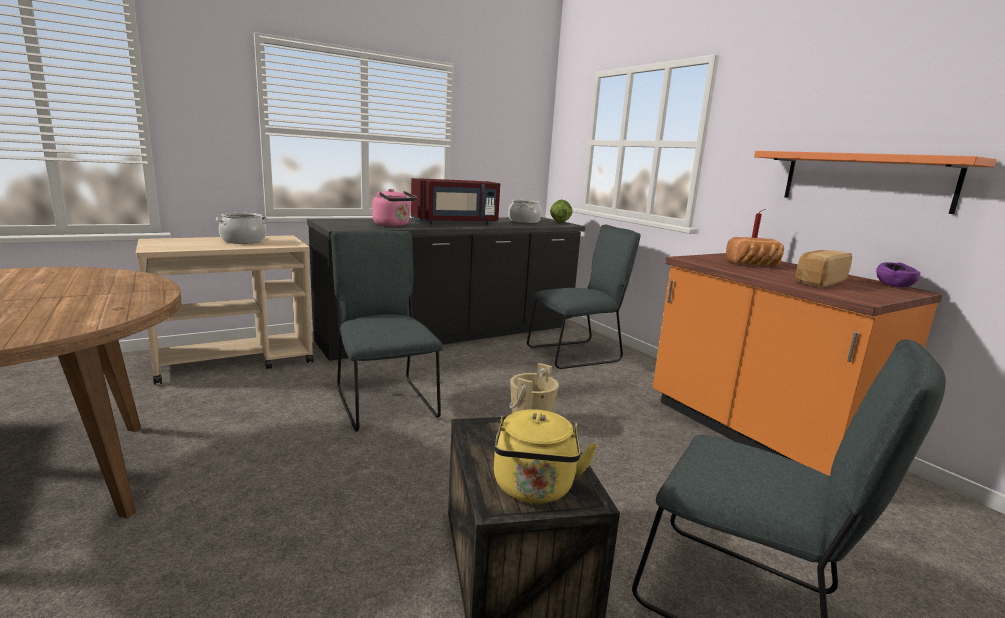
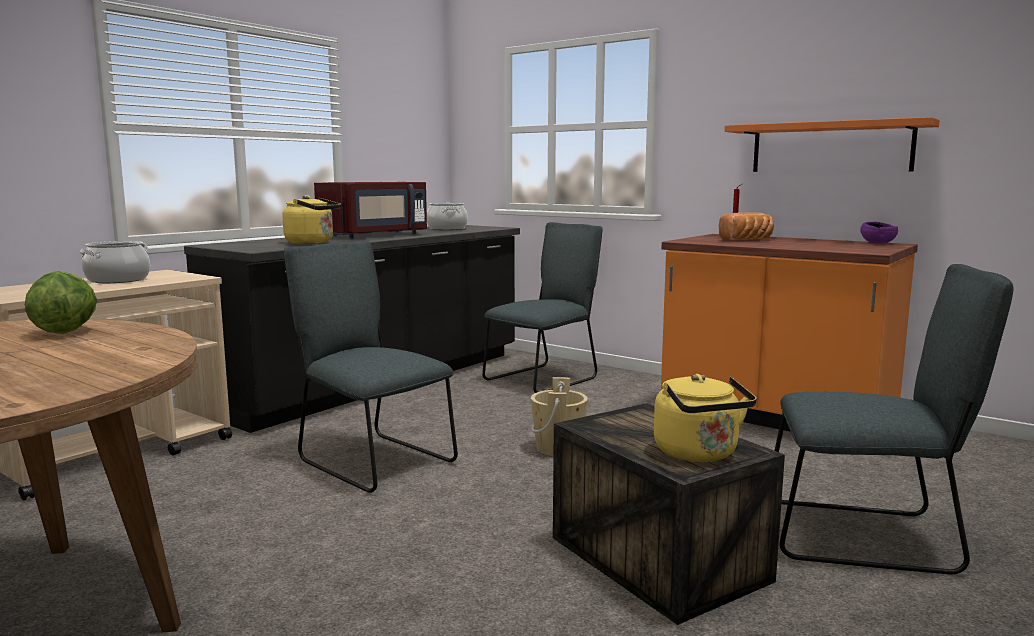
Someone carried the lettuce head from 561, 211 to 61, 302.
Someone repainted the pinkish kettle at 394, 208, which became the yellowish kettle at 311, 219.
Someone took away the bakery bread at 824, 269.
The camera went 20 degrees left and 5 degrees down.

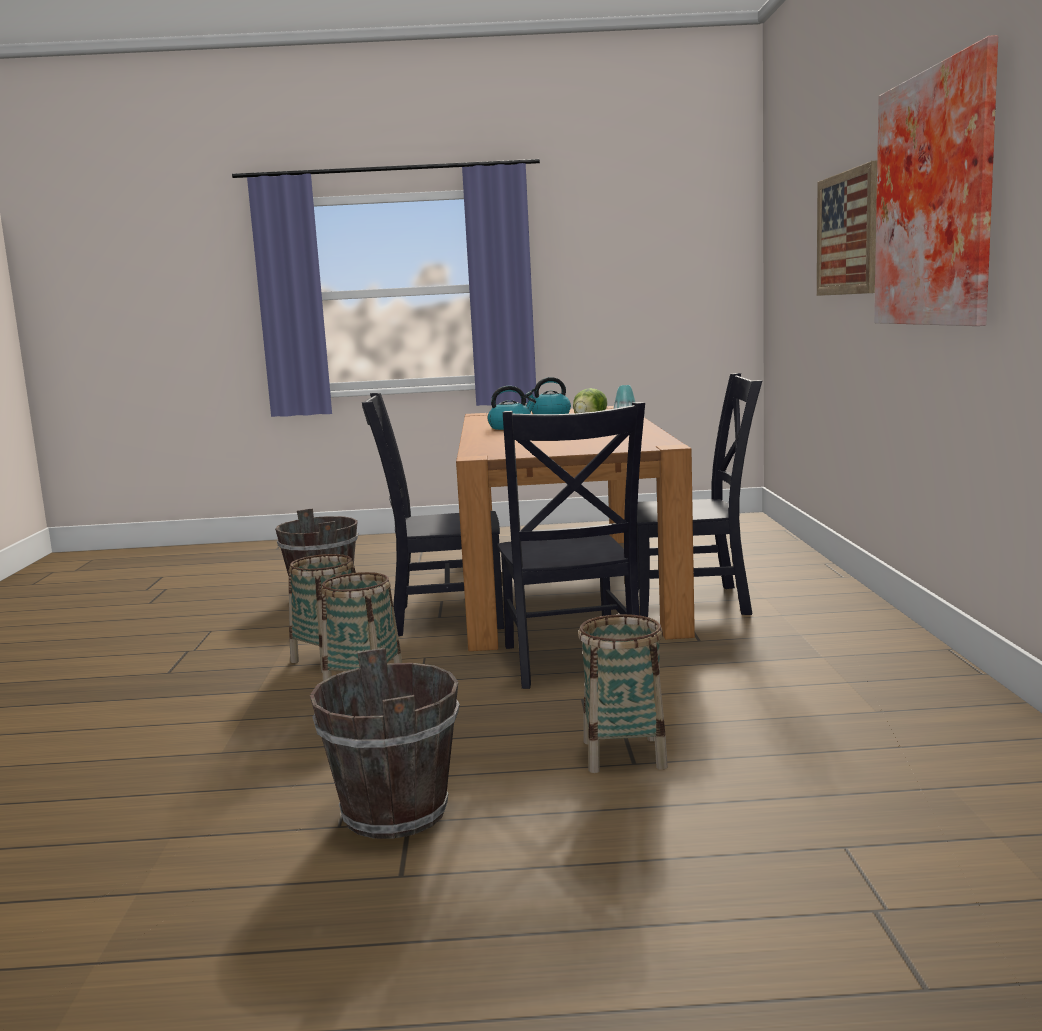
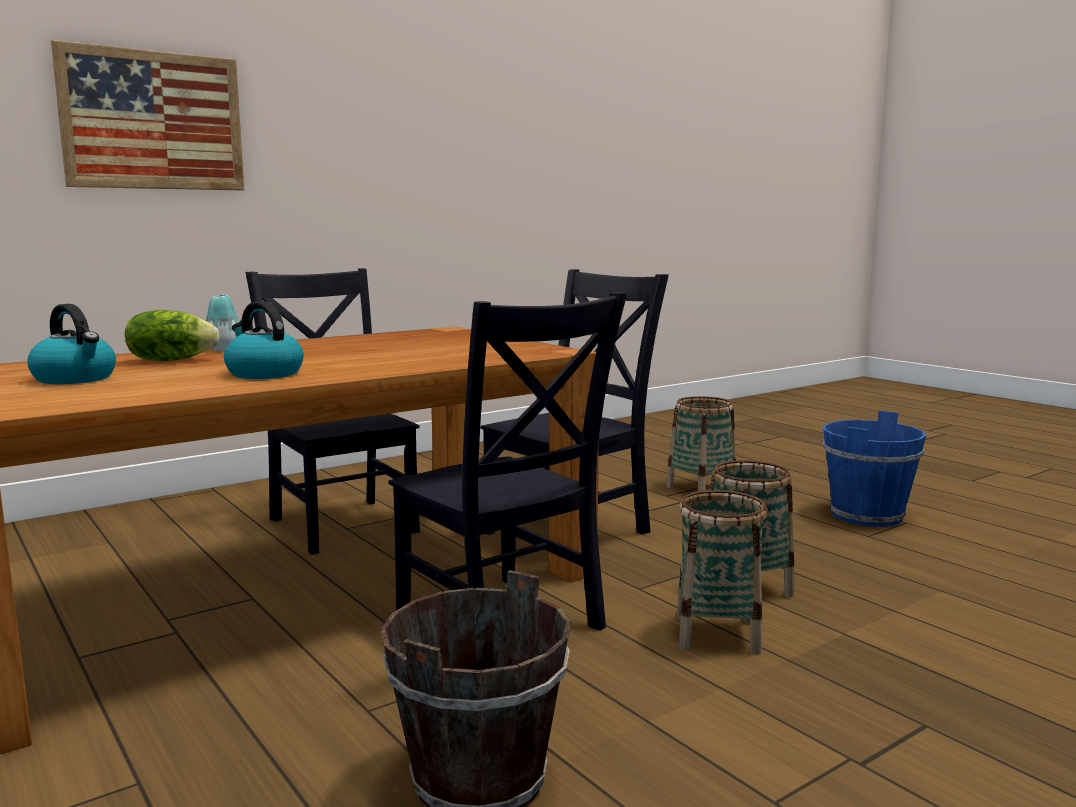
Someone repainted the brown water bucket at 385, 743, which became the bluish water bucket at 874, 468.
Someone took away the wall picture at 936, 180.
The camera went 125 degrees left and 0 degrees up.

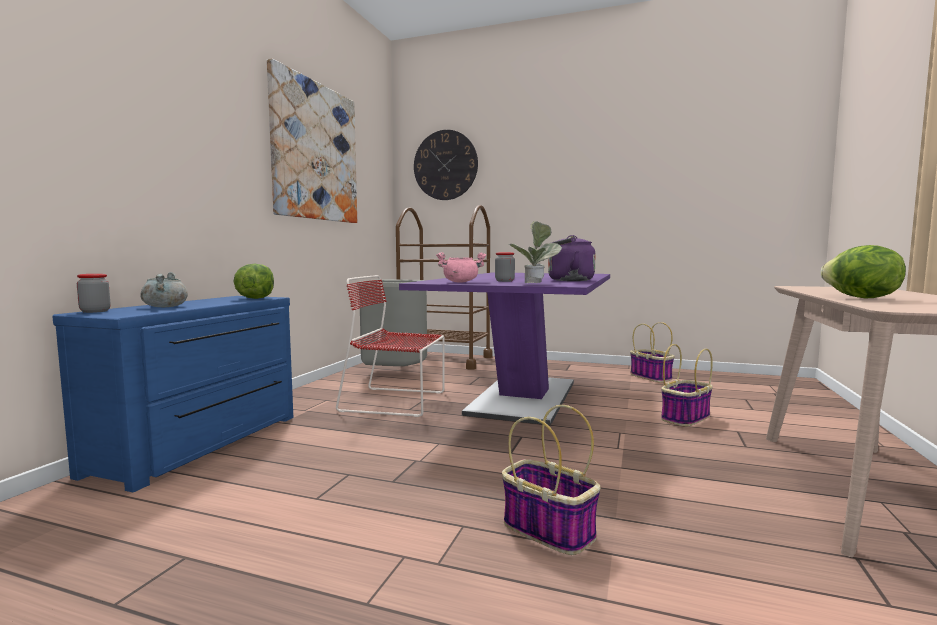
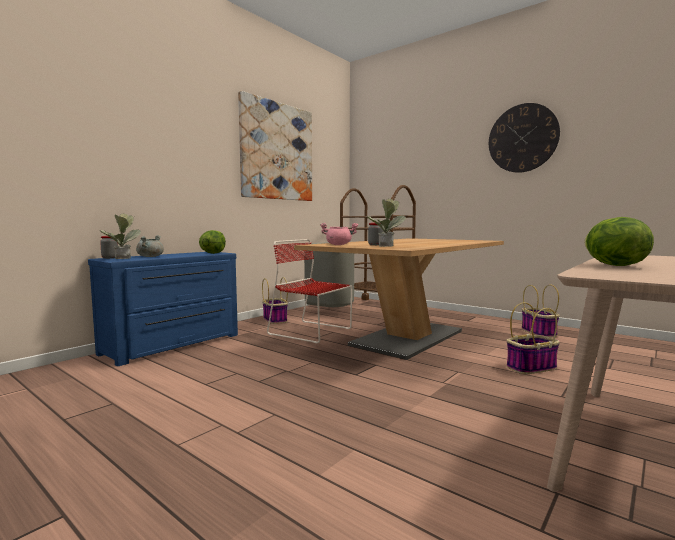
Someone put down the potted plant at 120, 236.
Someone carried the household basket from 551, 480 to 275, 300.
Someone repainted the purple-coloured dinner table at 504, 349, which became the brown dinner table at 399, 299.
Someone carried the hanging clock from 446, 165 to 524, 138.
Someone took away the purple-coloured kettle at 572, 258.
The camera went 20 degrees right and 0 degrees up.

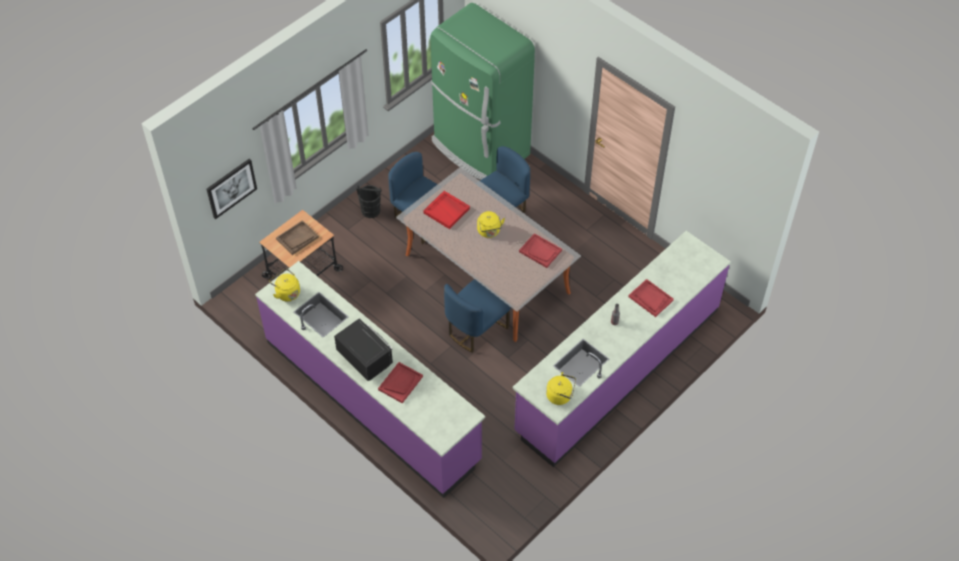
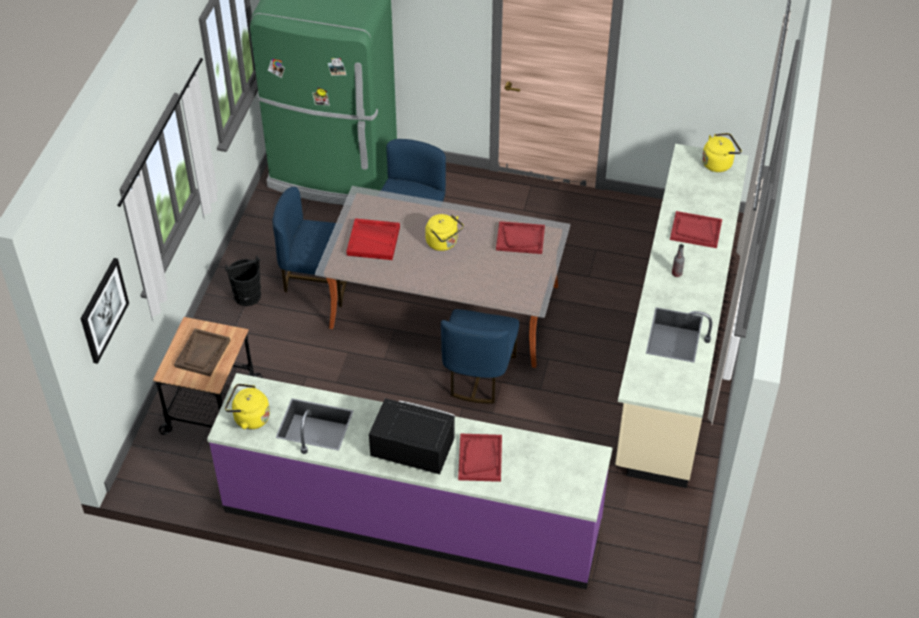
Someone repainted the purple-coloured kitchen counter at 621, 349, which became the beige kitchen counter at 681, 316.
Someone carried the yellowish kettle from 561, 388 to 722, 152.
The camera went 30 degrees left and 5 degrees down.

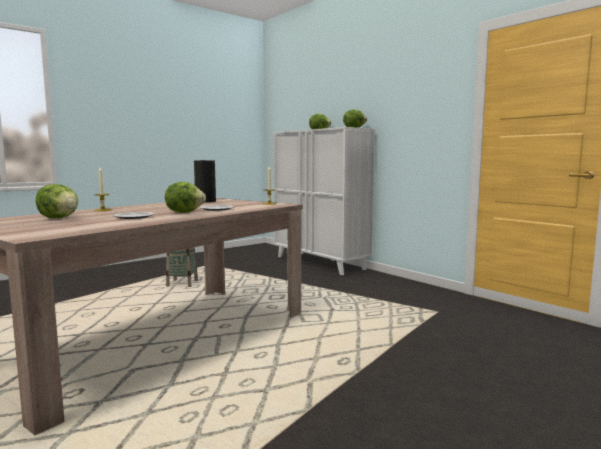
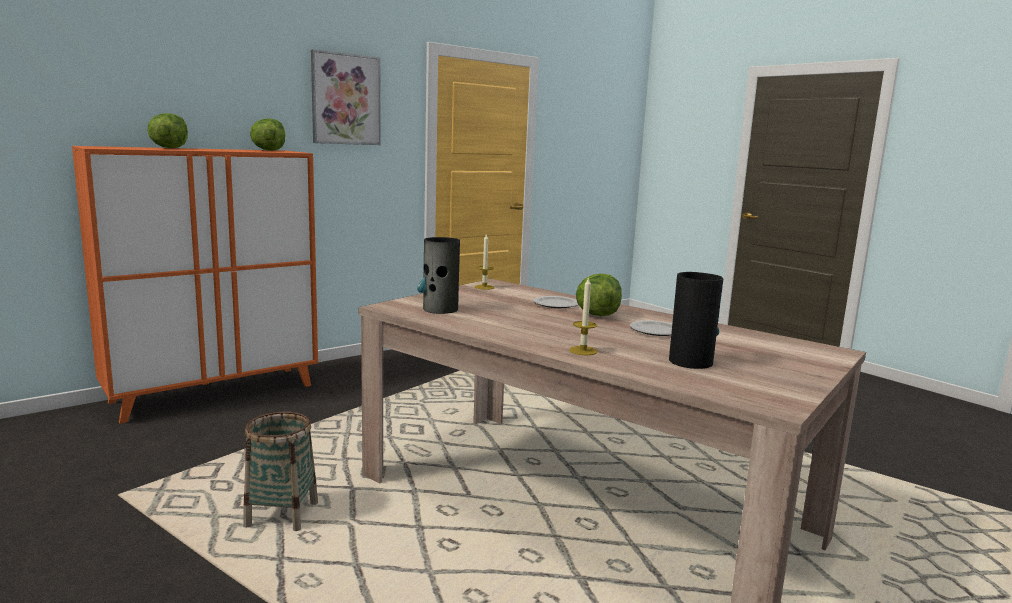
Someone repainted the whitish cupboard at 324, 201, which became the orangey cupboard at 195, 285.
Someone put up the wall picture at 346, 97.
Someone swapped the lettuce head at 57, 201 for the flower vase at 696, 320.
The camera went 90 degrees left and 5 degrees up.

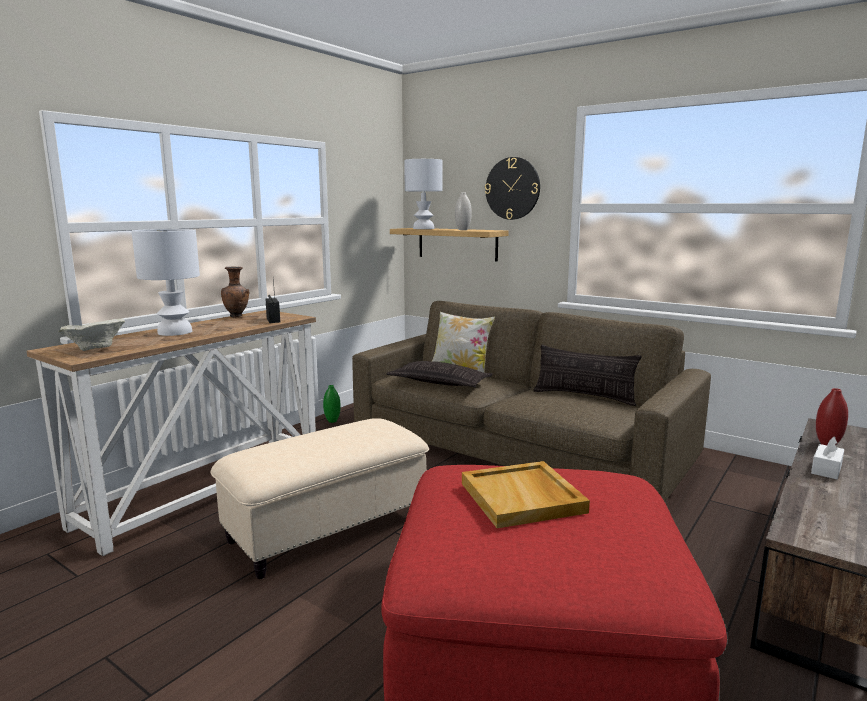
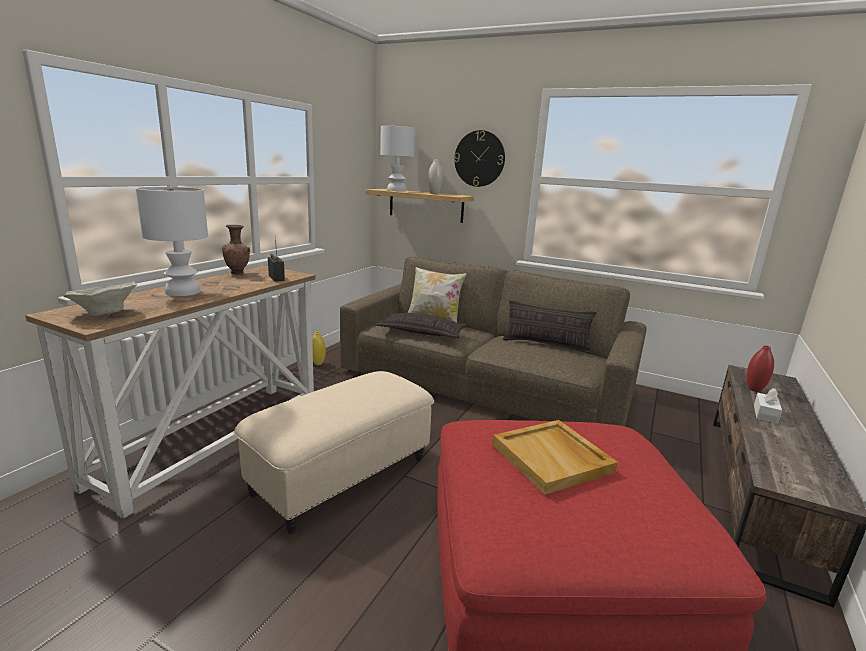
Someone repainted the greenish flower vase at 332, 404, which became the yellowish flower vase at 319, 348.
The camera went 10 degrees left and 5 degrees up.

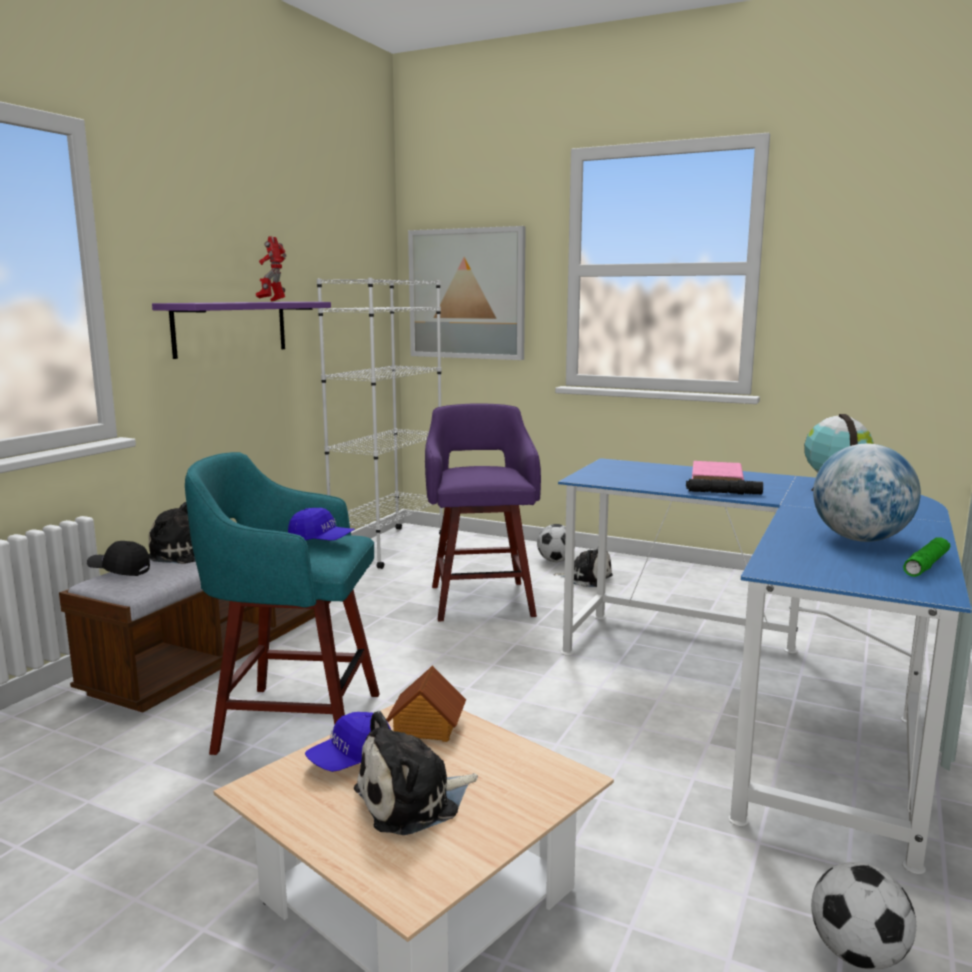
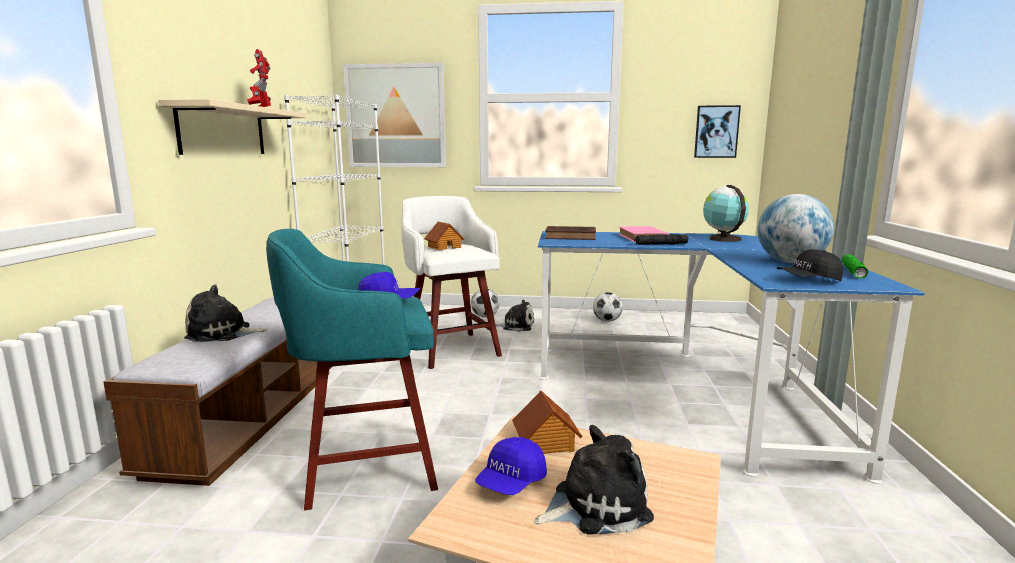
Someone repainted the purple-coloured wall shelf at 241, 330, which became the beige wall shelf at 232, 127.
Someone repainted the purple-coloured stool at 483, 512, which became the whitish stool at 451, 282.
Someone put down the miniature house at 444, 236.
Someone rotated the cuddly toy at 416, 773 by 150 degrees counterclockwise.
Someone put down the brown book at 570, 233.
Someone carried the ball for football from 863, 916 to 608, 307.
Someone put up the wall picture at 717, 131.
Someone carried the black peaked cap from 118, 558 to 810, 265.
The camera went 20 degrees left and 0 degrees up.

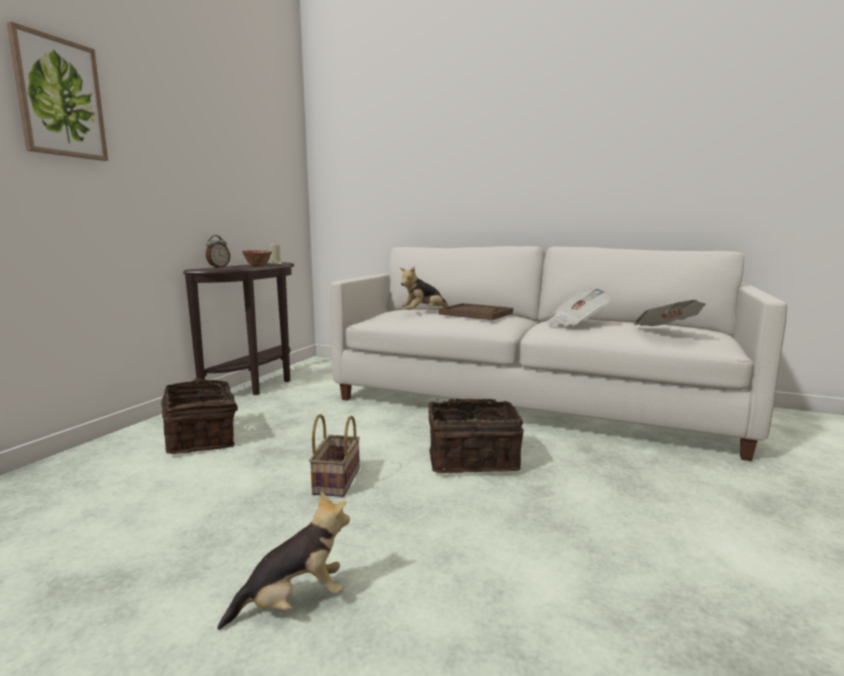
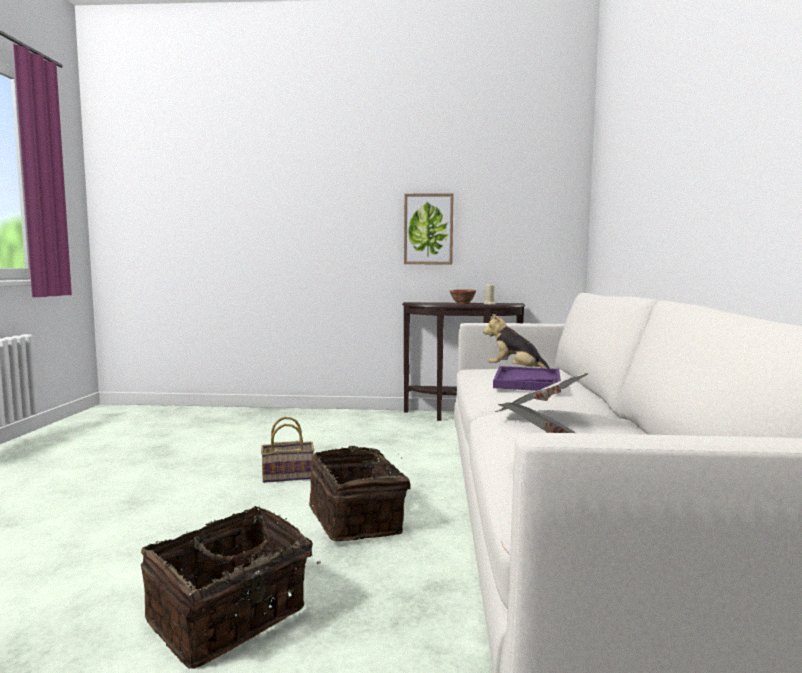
Someone carried the household basket from 203, 416 to 231, 587.
Someone carried the wall picture from 57, 91 to 429, 229.
Someone repainted the brown carrying tray at 476, 311, which became the purple-coloured carrying tray at 527, 379.
Someone took away the bedside clock at 218, 251.
Someone took away the cuddly toy at 283, 560.
The camera went 70 degrees right and 5 degrees down.

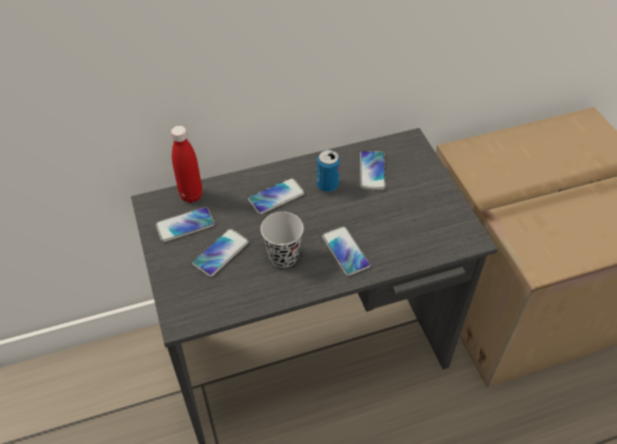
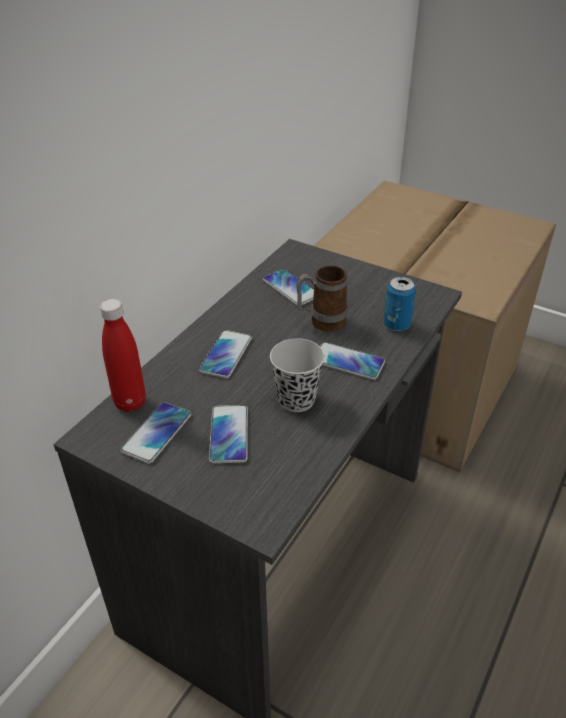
Someone put down the tea mug at 322, 298.
Someone carried the sealed can from 328, 171 to 400, 304.
The camera went 40 degrees left and 10 degrees down.

